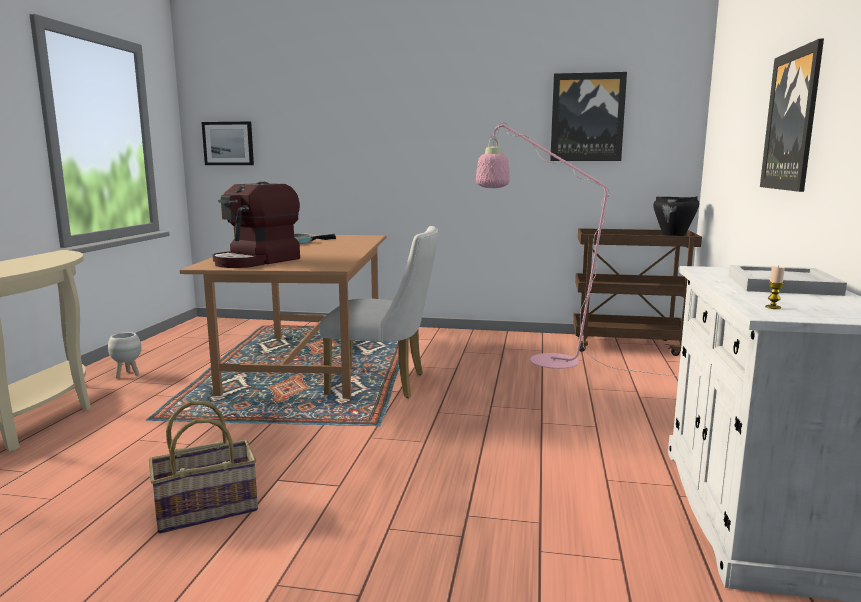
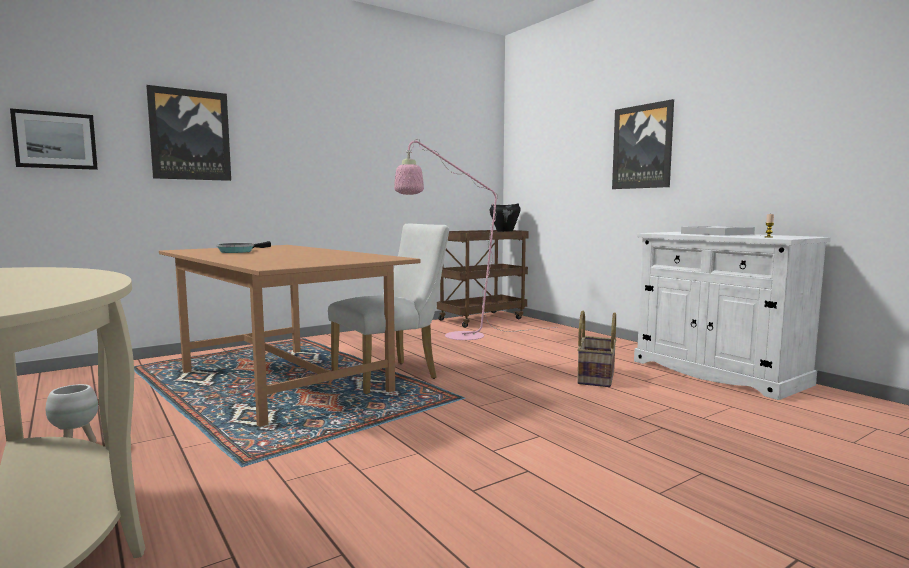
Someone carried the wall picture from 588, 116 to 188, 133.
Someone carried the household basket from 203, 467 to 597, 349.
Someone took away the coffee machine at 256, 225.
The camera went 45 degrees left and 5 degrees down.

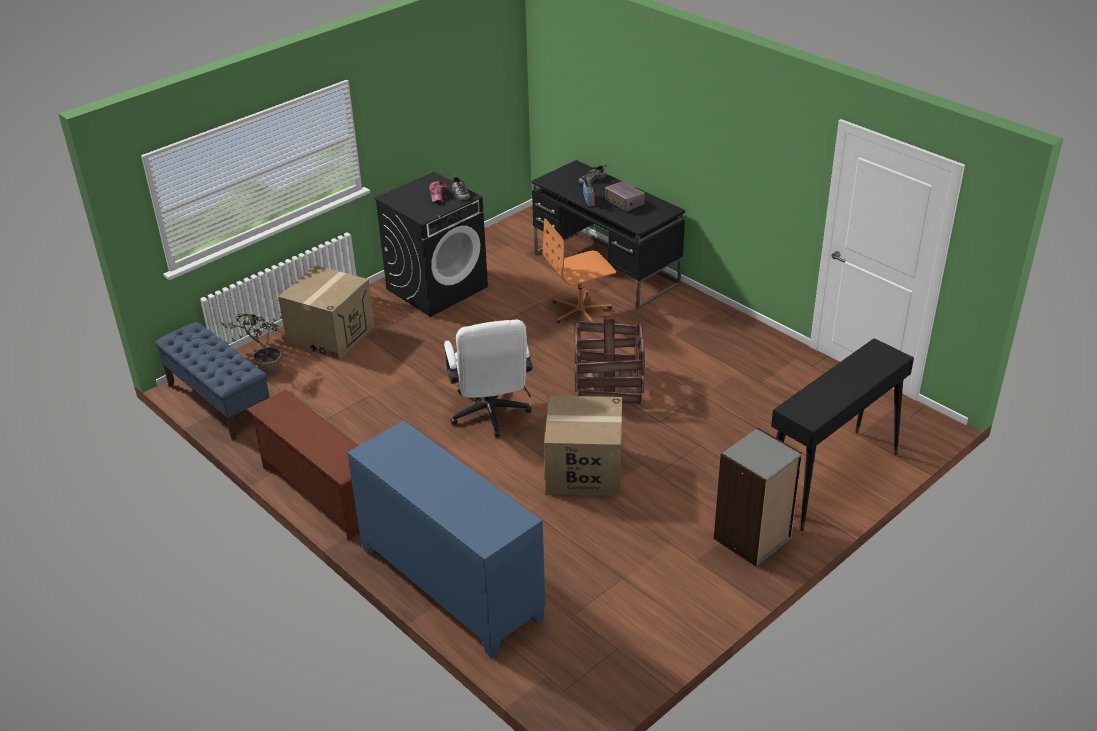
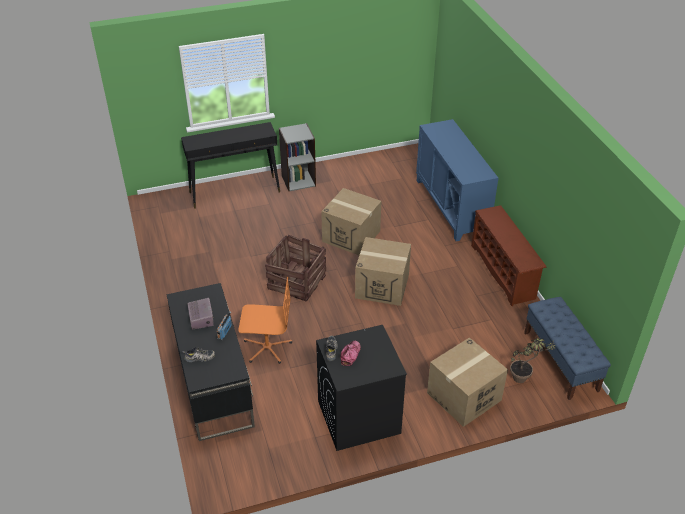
Someone swapped the whitish desk chair at 488, 378 for the carton at 383, 271.
The camera went 155 degrees left and 5 degrees up.

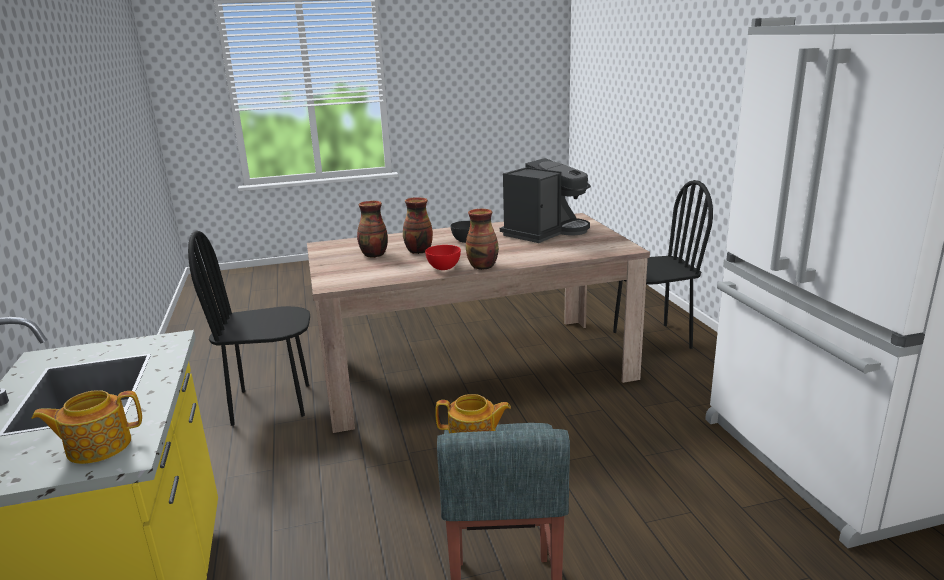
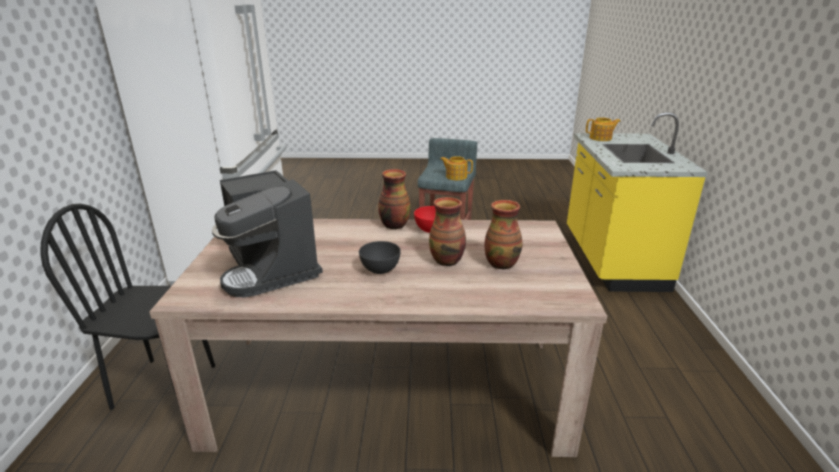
Someone rotated the coffee machine at 545, 200 by 90 degrees counterclockwise.
Someone took away the black chair at 249, 328.
The camera went 165 degrees left and 5 degrees up.

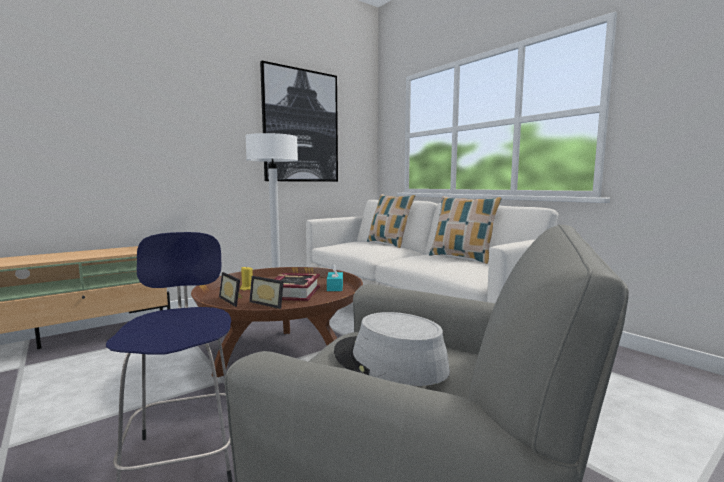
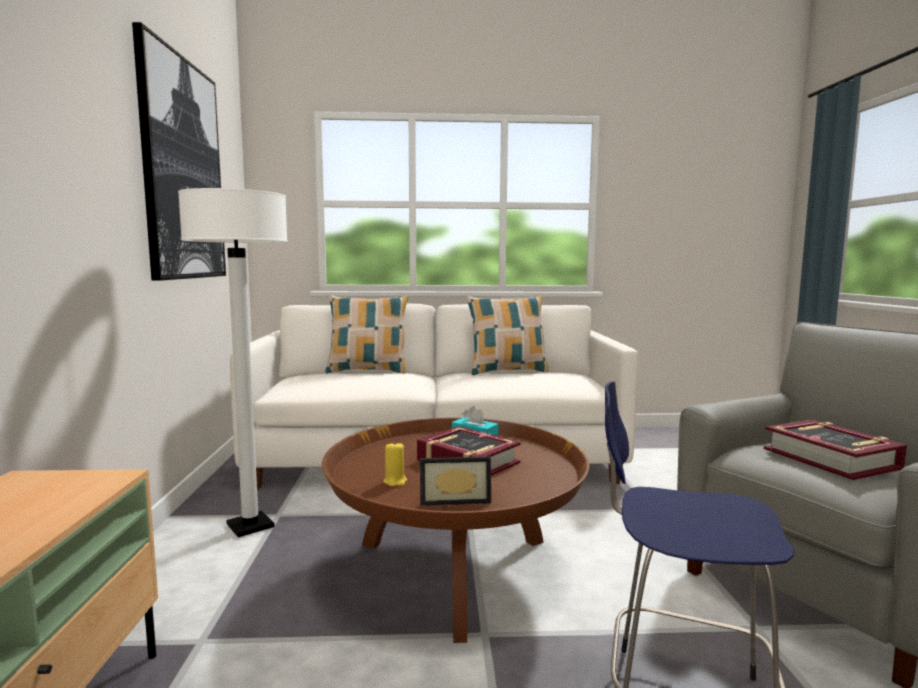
Someone swapped the greyish hat at 392, 349 for the book at 835, 450.
Someone took away the standing frame at 266, 292.
The camera went 55 degrees left and 0 degrees up.

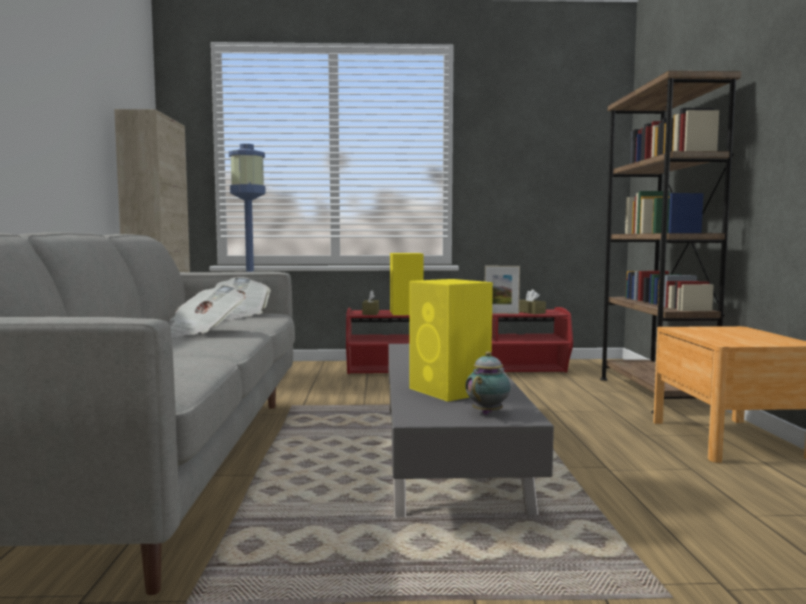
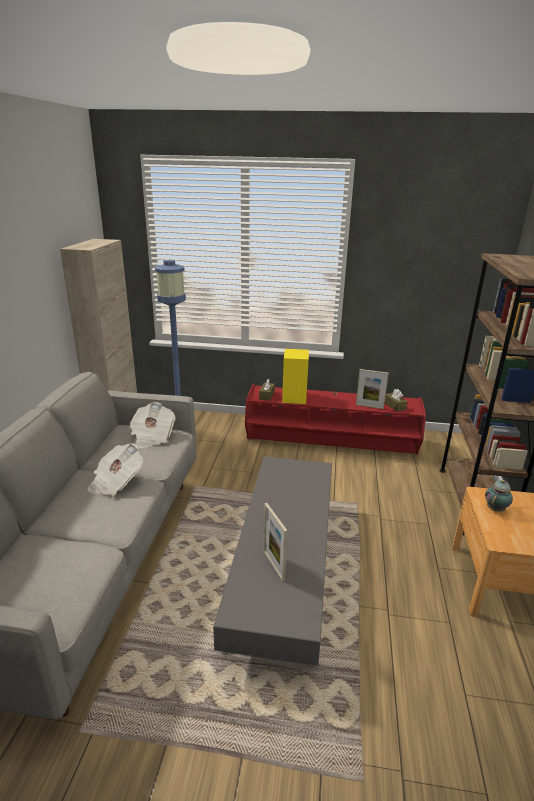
Someone swapped the yellowish speaker at 451, 340 for the standing frame at 275, 542.
Someone carried the teapot from 488, 383 to 499, 496.
The camera went 10 degrees right and 20 degrees up.

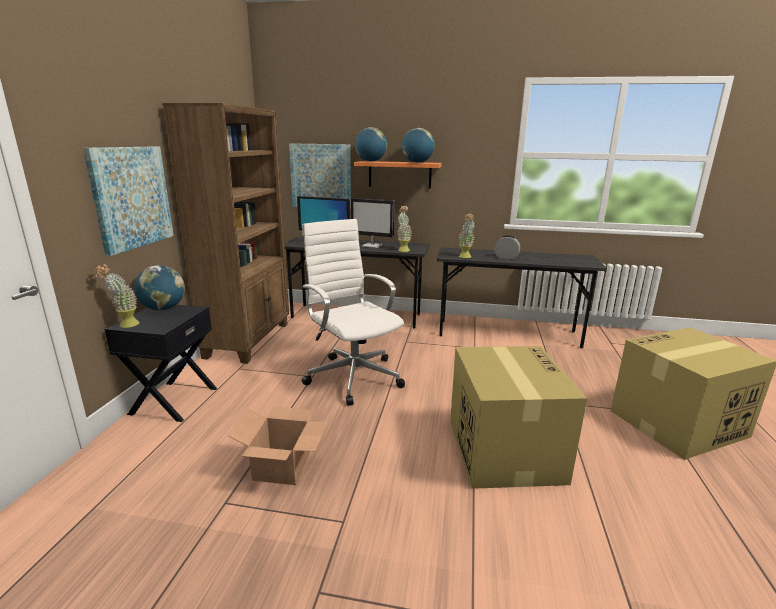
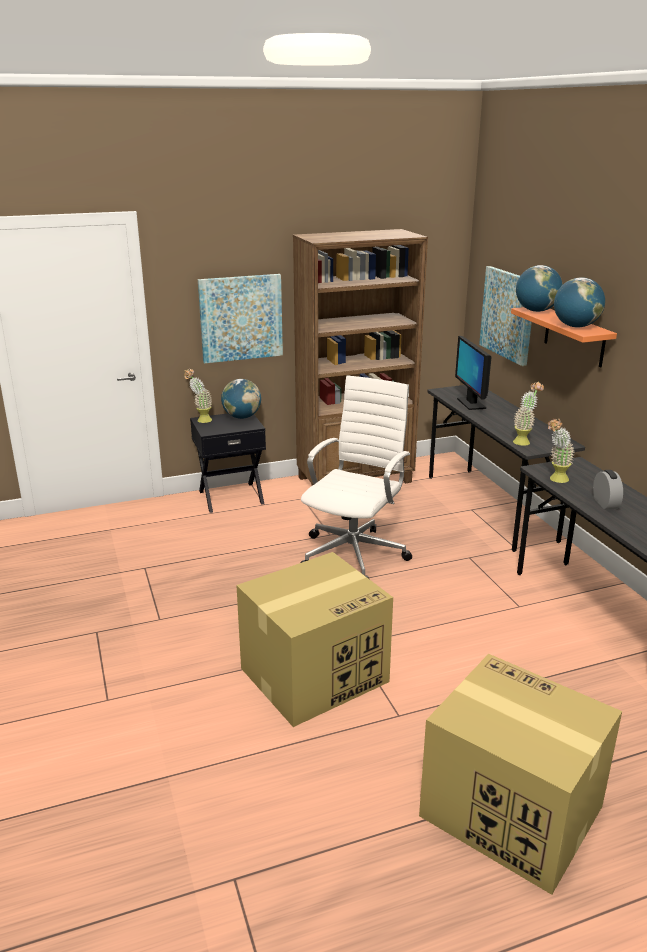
Someone took away the carton at 278, 445.
Someone took away the monitor at 372, 223.
The camera went 60 degrees right and 5 degrees up.

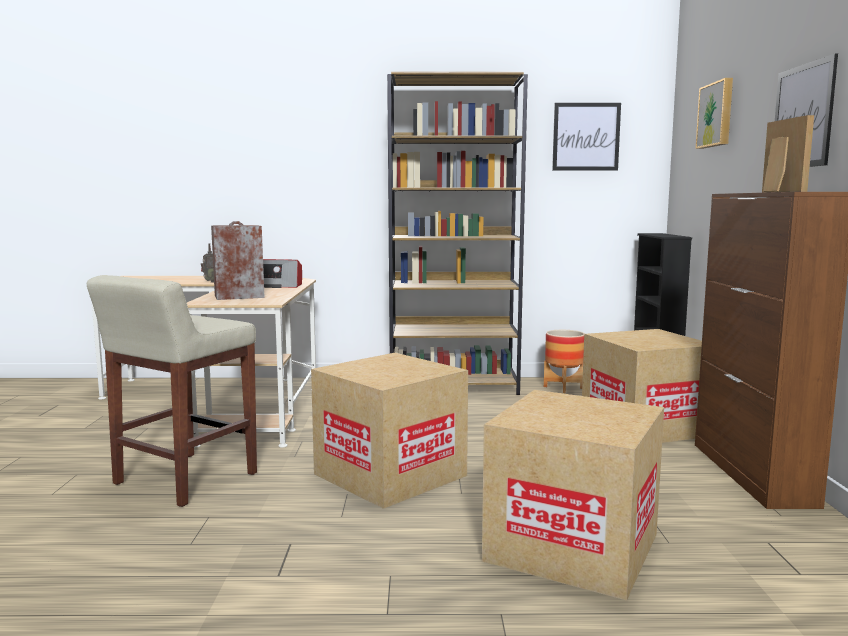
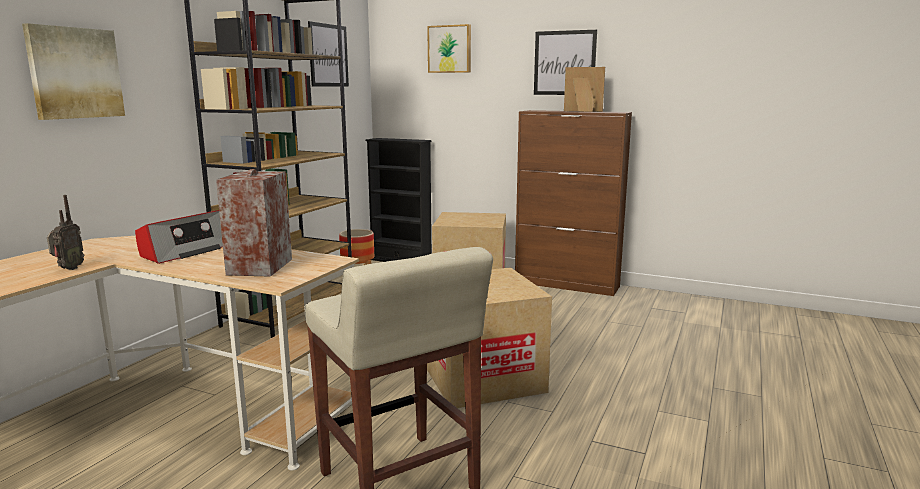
Someone put up the wall picture at 73, 71.
Someone took away the carton at 573, 495.
The camera went 65 degrees left and 5 degrees up.

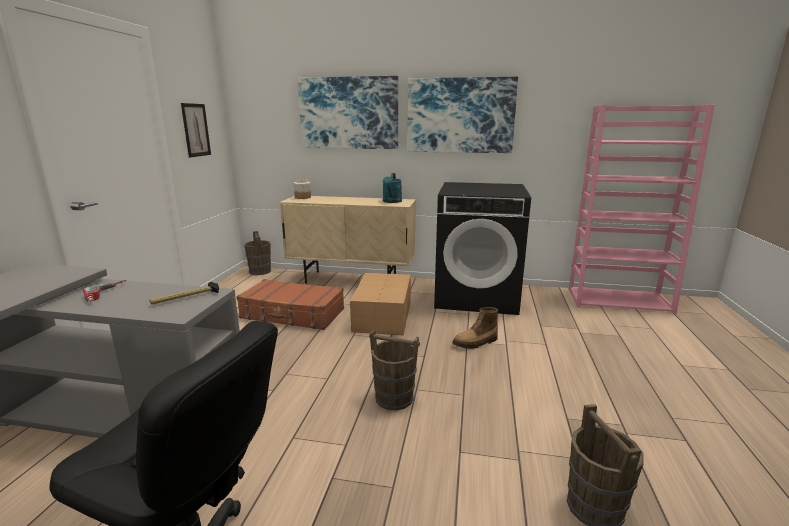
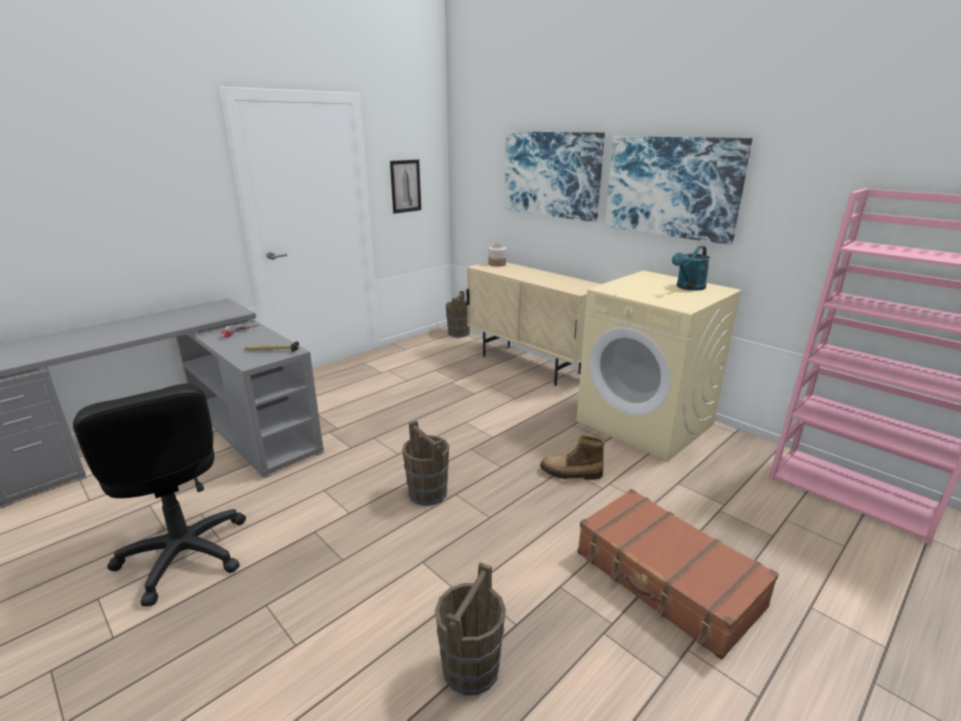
Someone repainted the black laundry appliance at 482, 248, which became the beige laundry appliance at 659, 366.
Someone carried the brown travel case from 290, 304 to 678, 574.
Someone carried the blue-green watering pot from 392, 188 to 691, 268.
Someone took away the carton at 380, 304.
The camera went 35 degrees right and 5 degrees up.

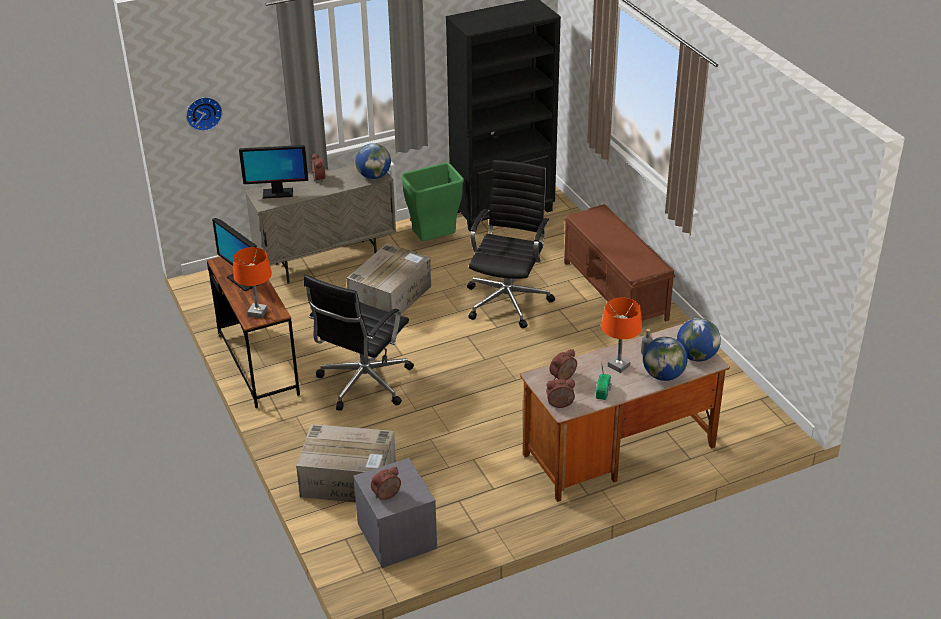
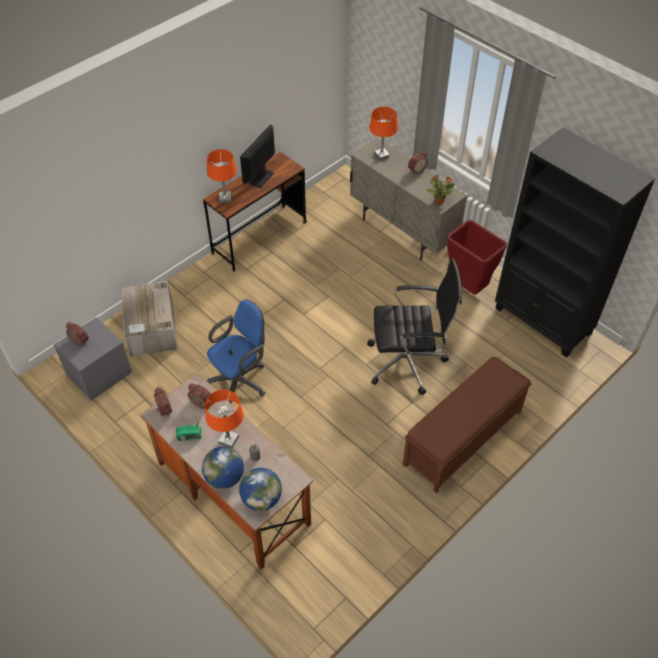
Someone put down the bluish desk chair at 236, 351.
Someone swapped the monitor at 273, 172 for the orangey tabletop lamp at 383, 134.
Someone swapped the world globe at 373, 161 for the potted plant at 440, 190.
Someone repainted the greenish trash can at 432, 202, which became the reddish trash can at 477, 257.
Someone took away the hanging clock at 204, 114.
Someone took away the black desk chair at 359, 343.
Someone took away the carton at 389, 278.
The camera went 70 degrees right and 15 degrees up.

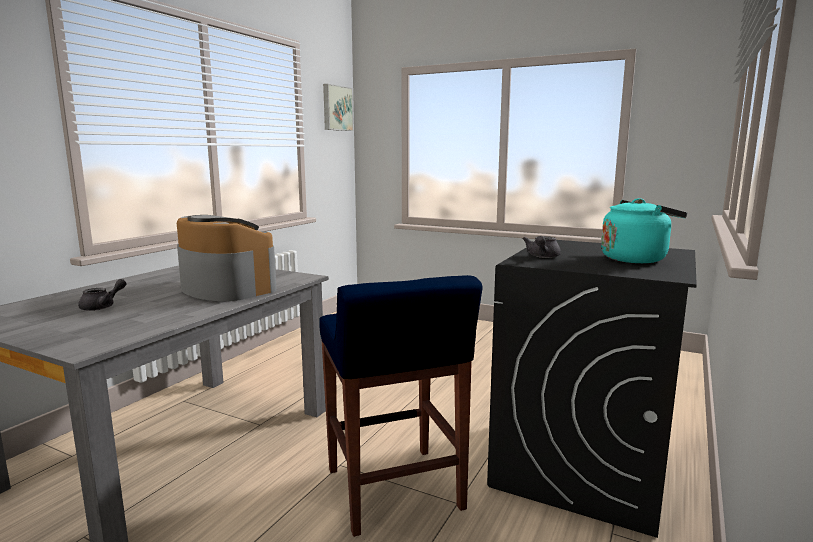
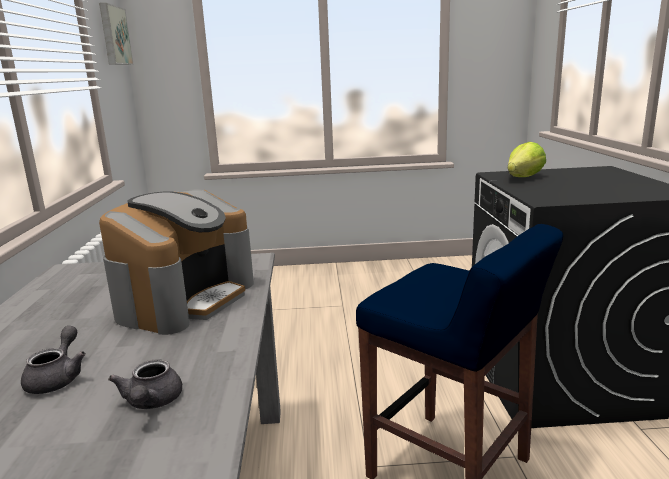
Someone rotated the coffee machine at 227, 258 by 105 degrees clockwise.
Someone carried the greyish teapot from 541, 247 to 145, 384.
Someone put down the lettuce head at 526, 159.
Someone took away the blue-green kettle at 644, 230.
The camera went 30 degrees left and 5 degrees up.

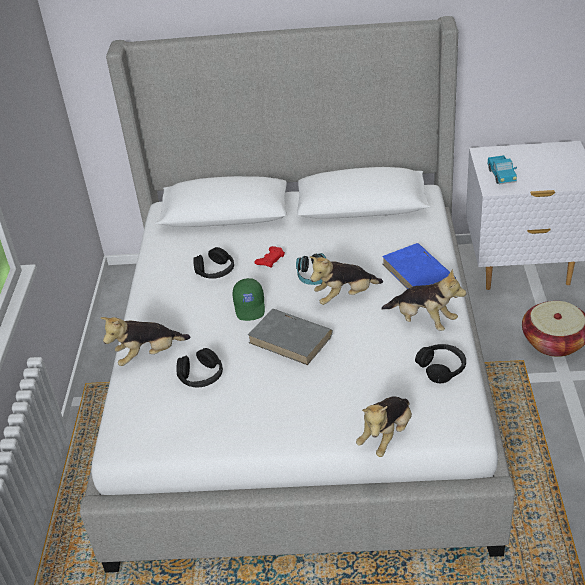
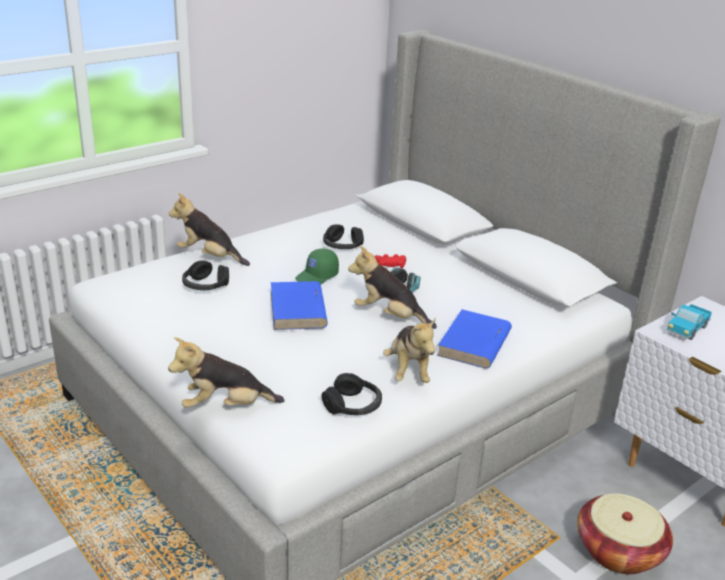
Someone repainted the greyish book at 290, 337, which became the bluish book at 299, 305.
The camera went 45 degrees right and 10 degrees down.

